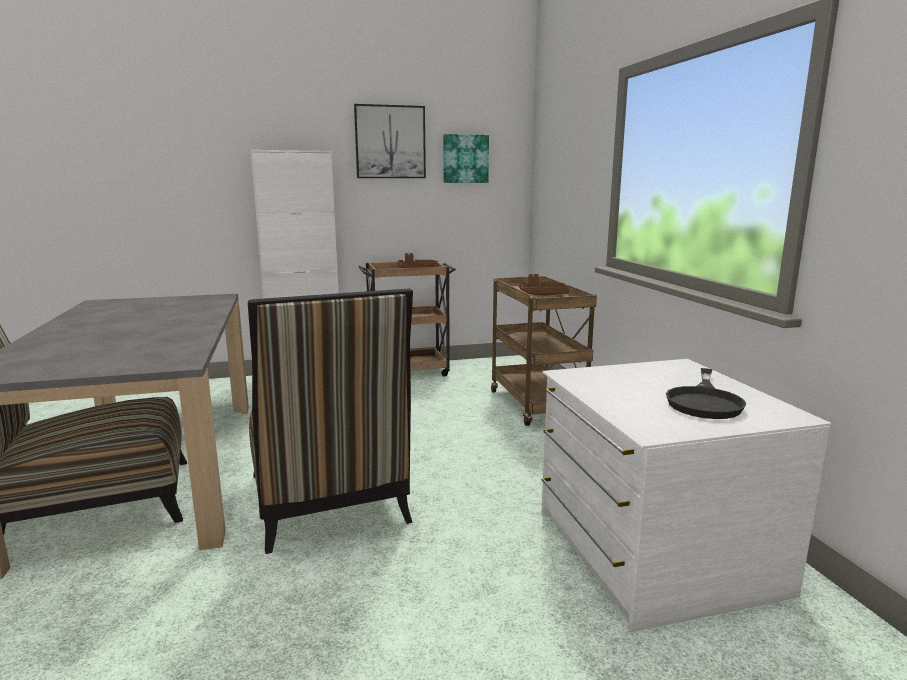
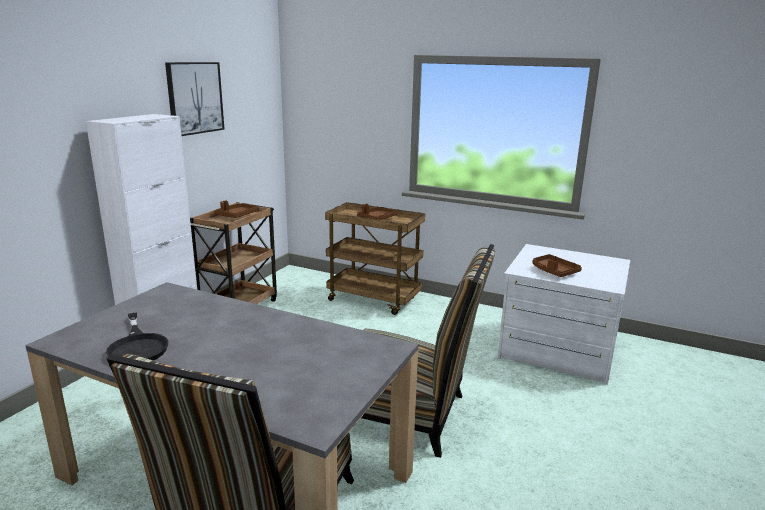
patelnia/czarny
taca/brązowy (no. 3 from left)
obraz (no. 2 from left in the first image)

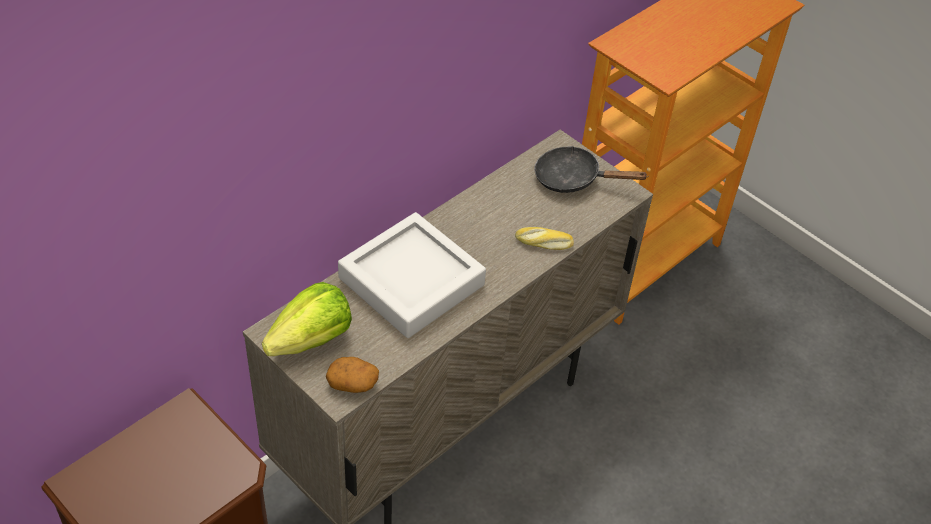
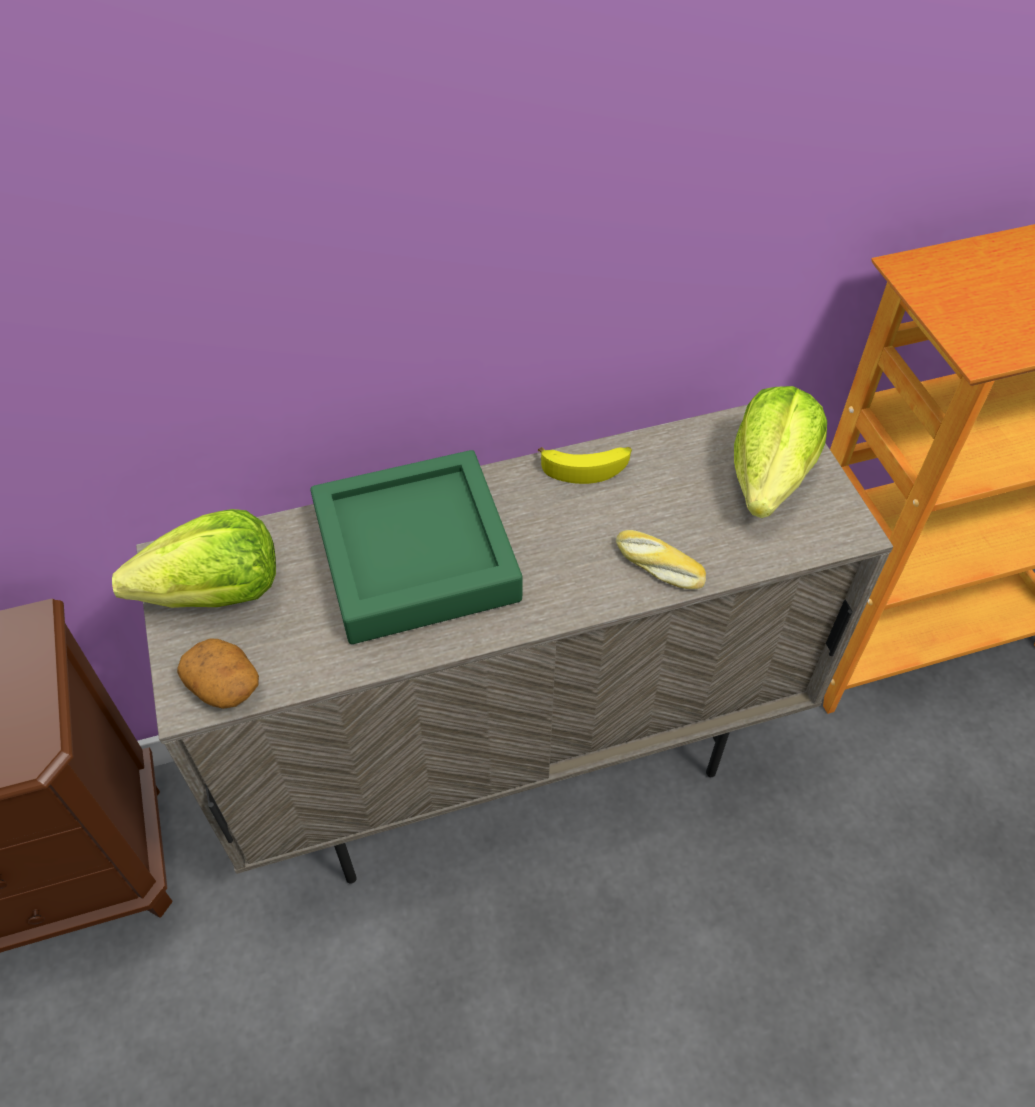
taca/zielony
banan
sałata (no. 2 from left)

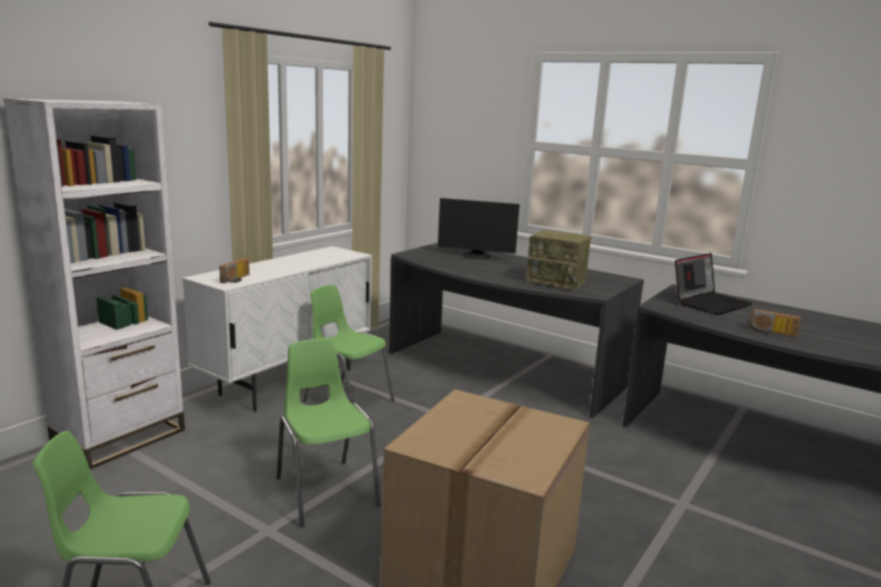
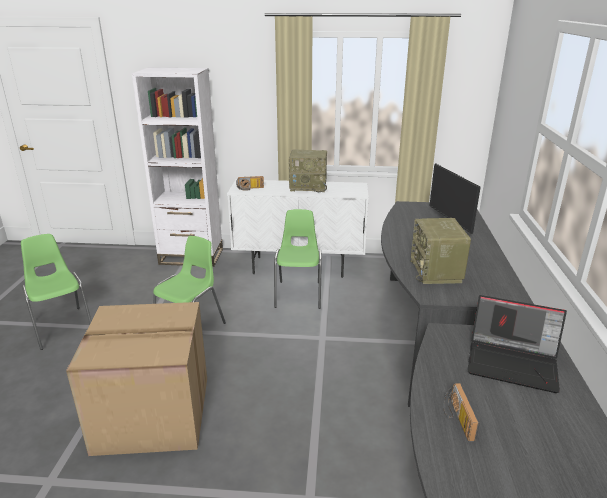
radio (no. 2 from left)

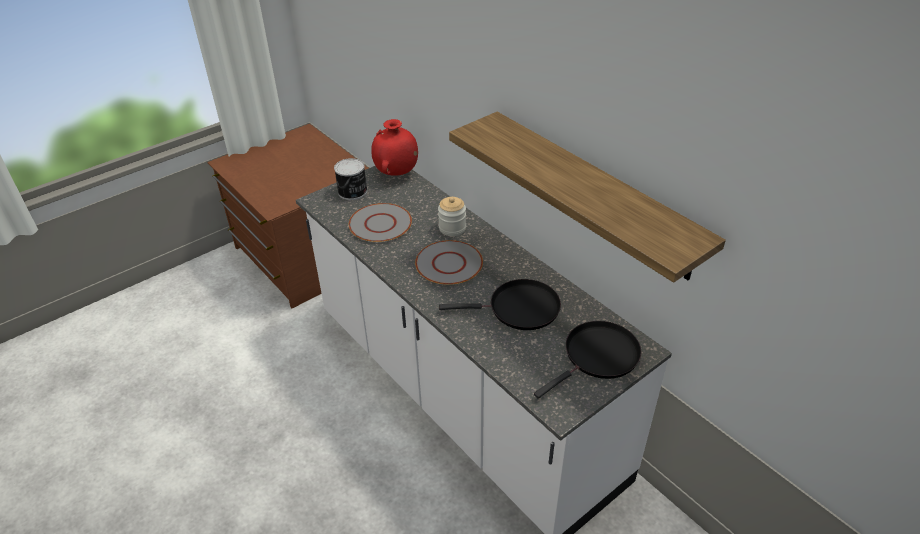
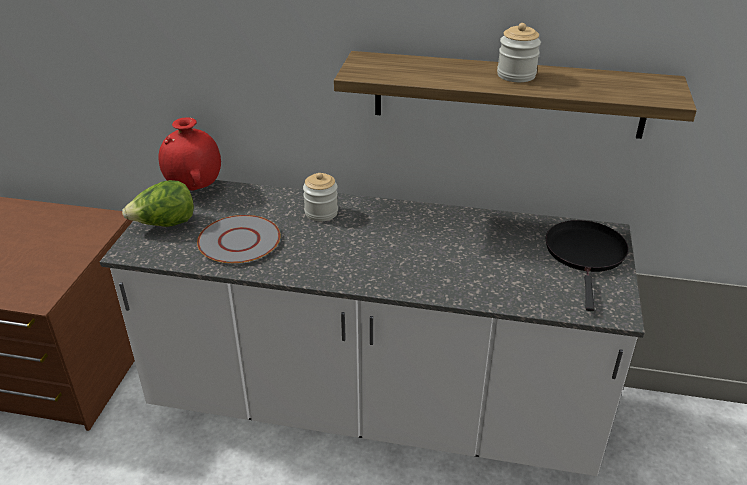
sałata
słoik (no. 2 from left)
talerz/szary (no. 2 from left in the first image)
patelnia/czarny (no. 1 from left in the first image)

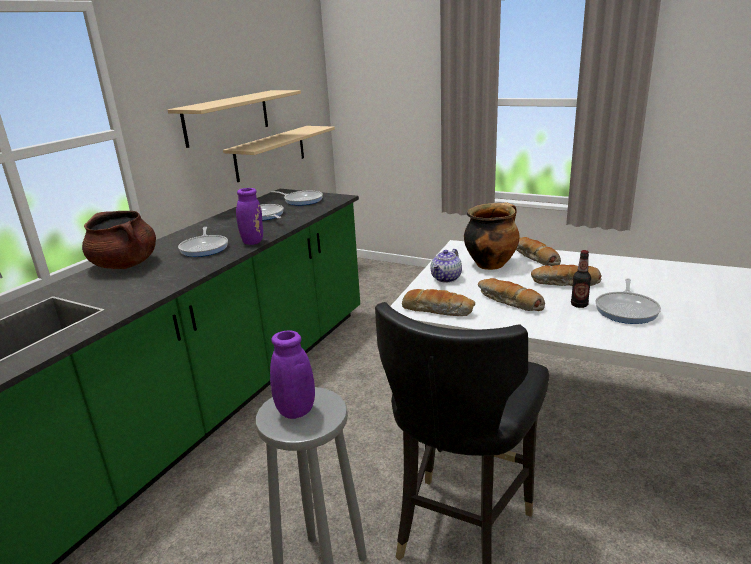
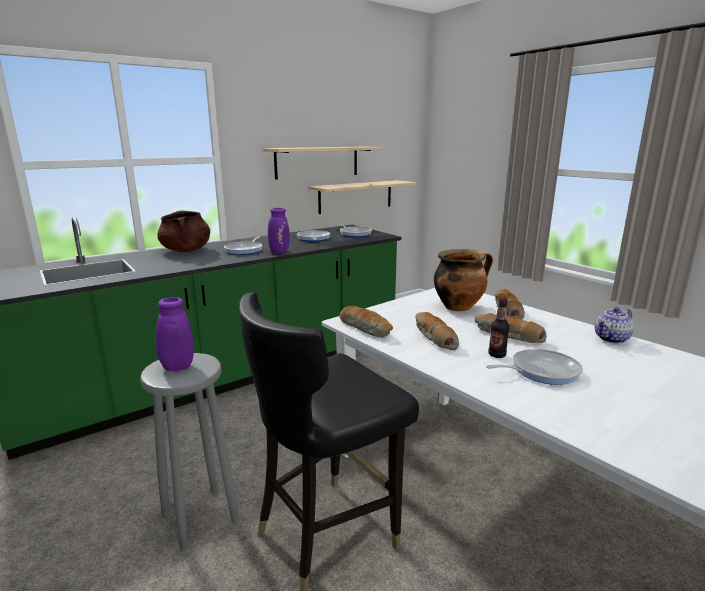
patelnia (no. 4 from left)
imbryk

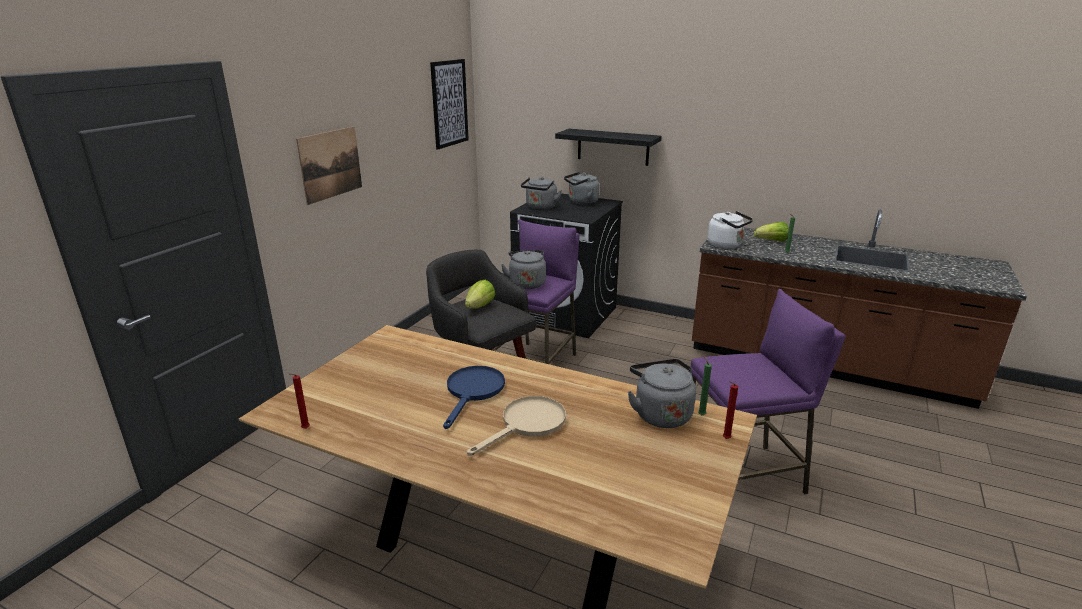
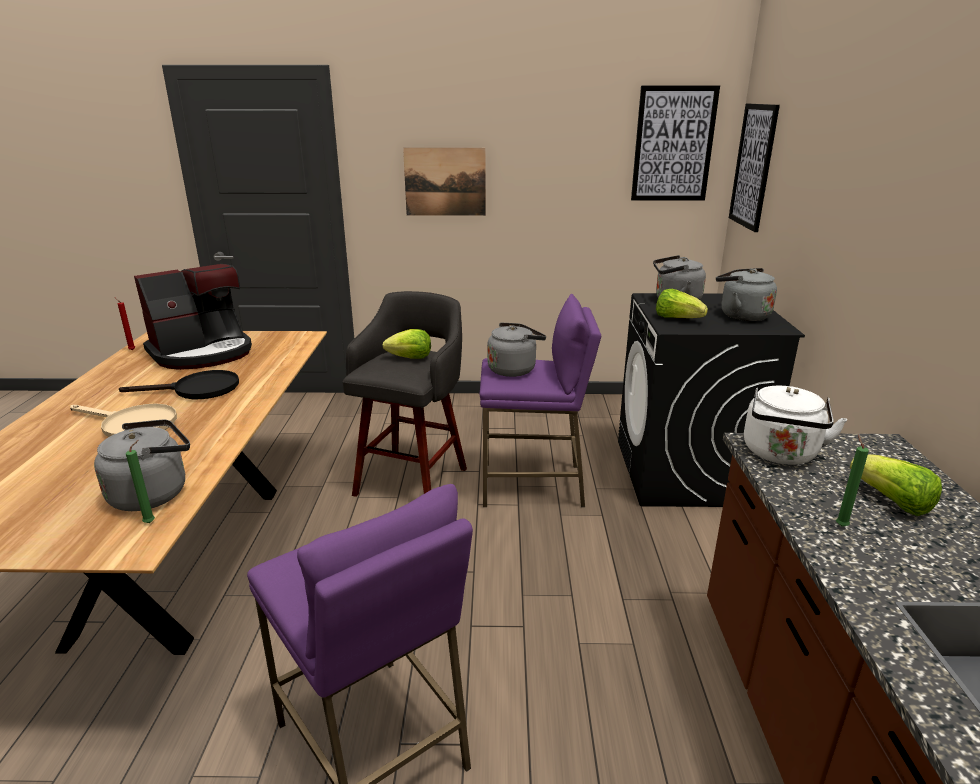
patelnia/czarny
ekspres do kawy
sałata (no. 2 from left)
obraz (no. 3 from left)
półka/czarny
świeca/czerwony (no. 2 from left in the first image)

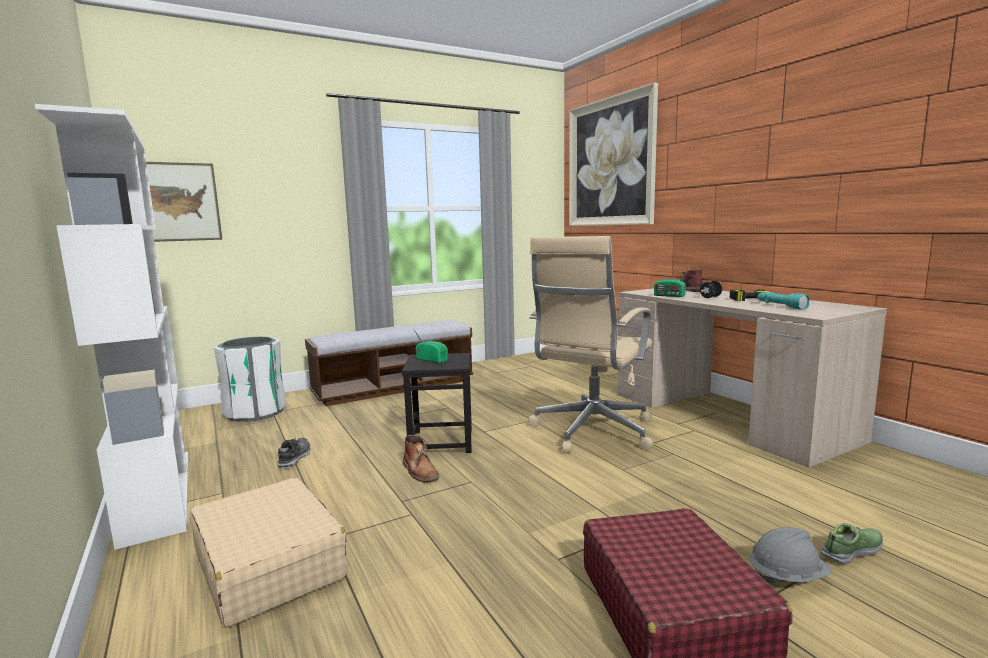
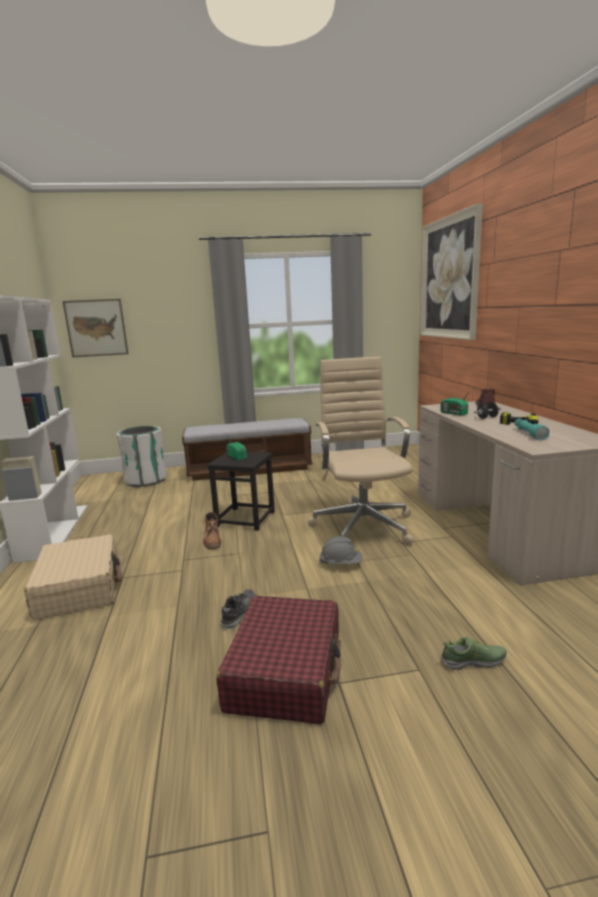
but (no. 1 from left)
krzesło biurowe/beżowy
kask/szary

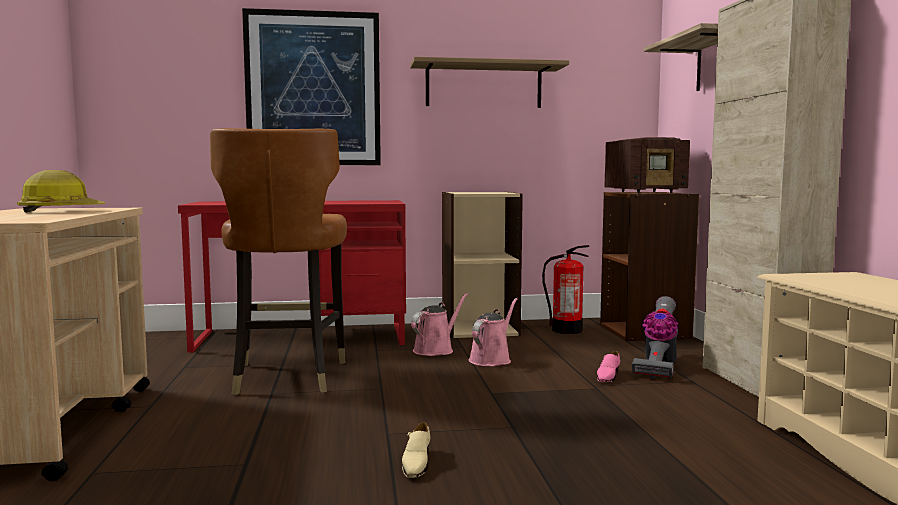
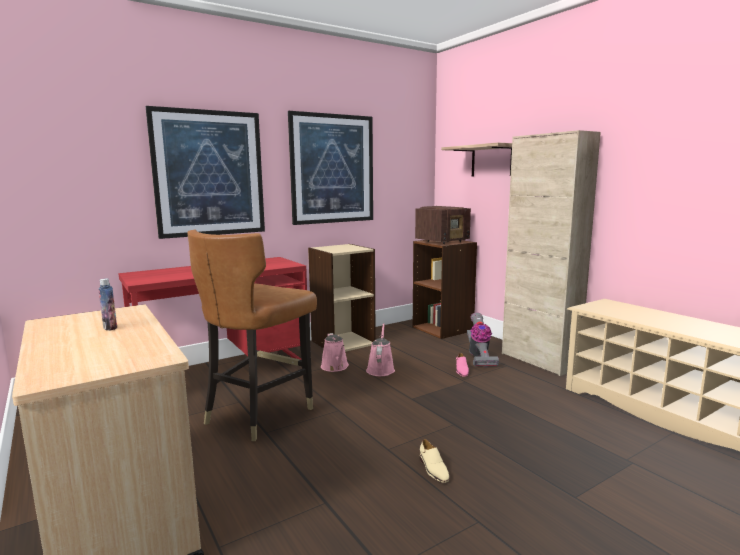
butelka
krzesło/brązowy
obraz (no. 2 from left)
konewka/różowy (no. 1 from left)
gaśnica

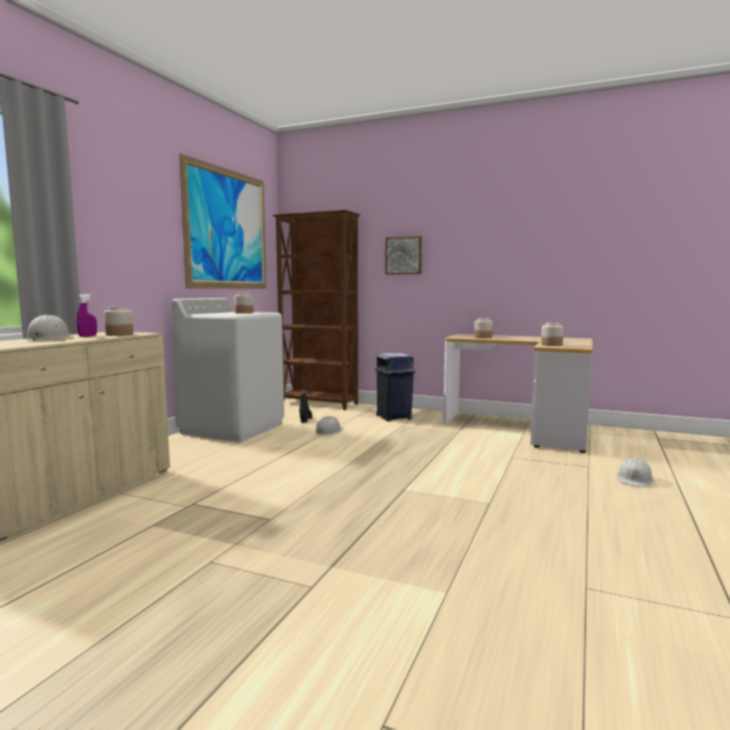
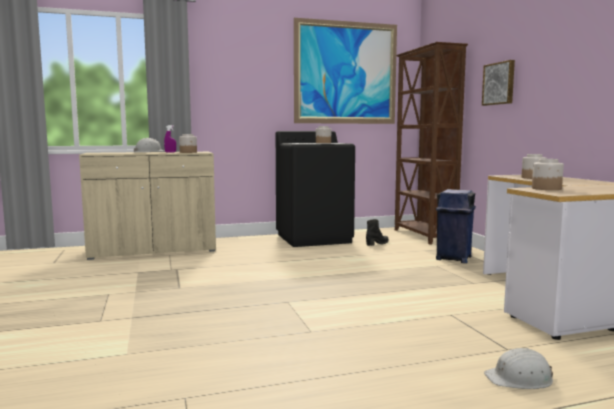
pralka/czarny
kask/biały (no. 2 from left in the first image)

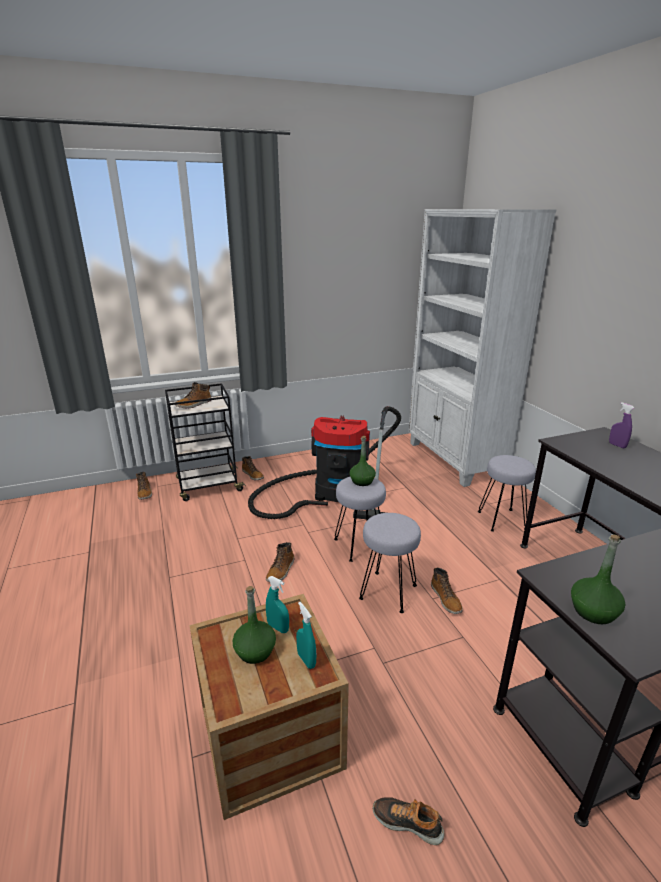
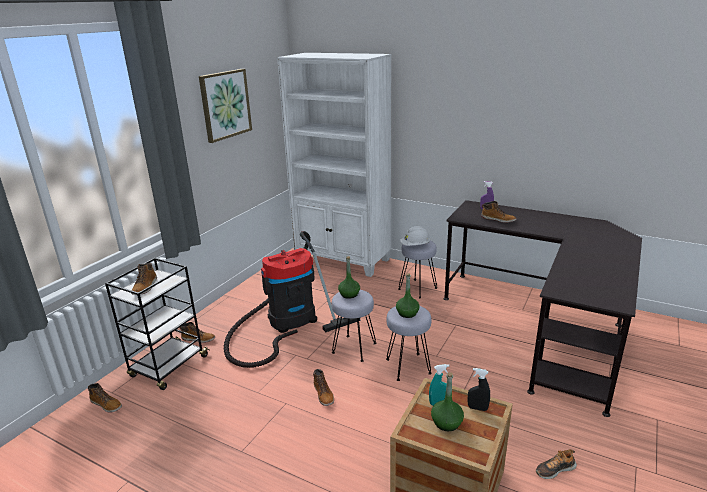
obraz
butelka/zielony (no. 2 from left)
kask/biały
spryskiwacz/czarny
but z cholewką (no. 5 from left)

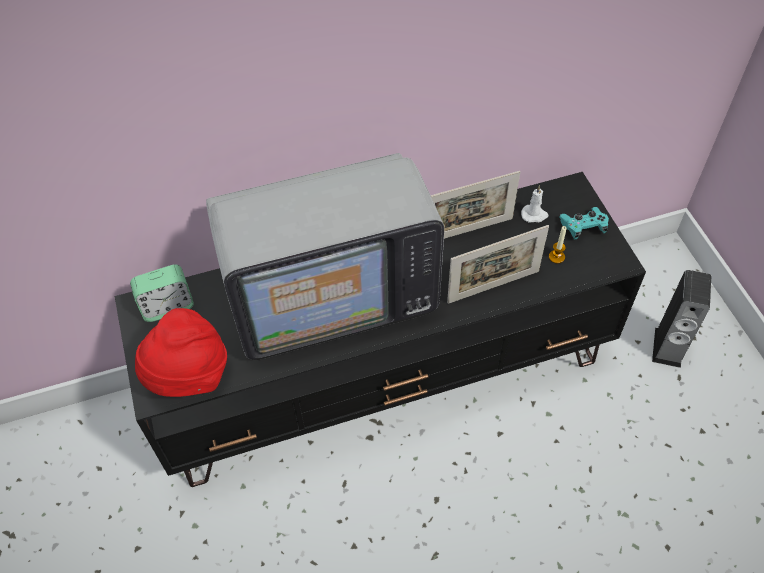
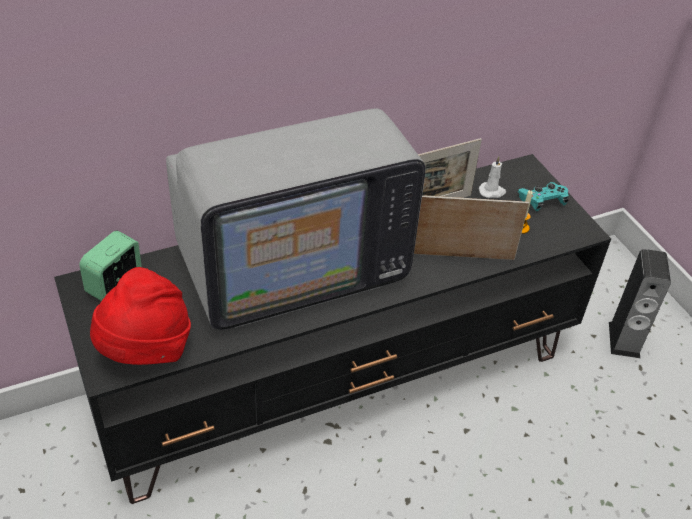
budzik
ramka na zdjęcie (no. 2 from left)

